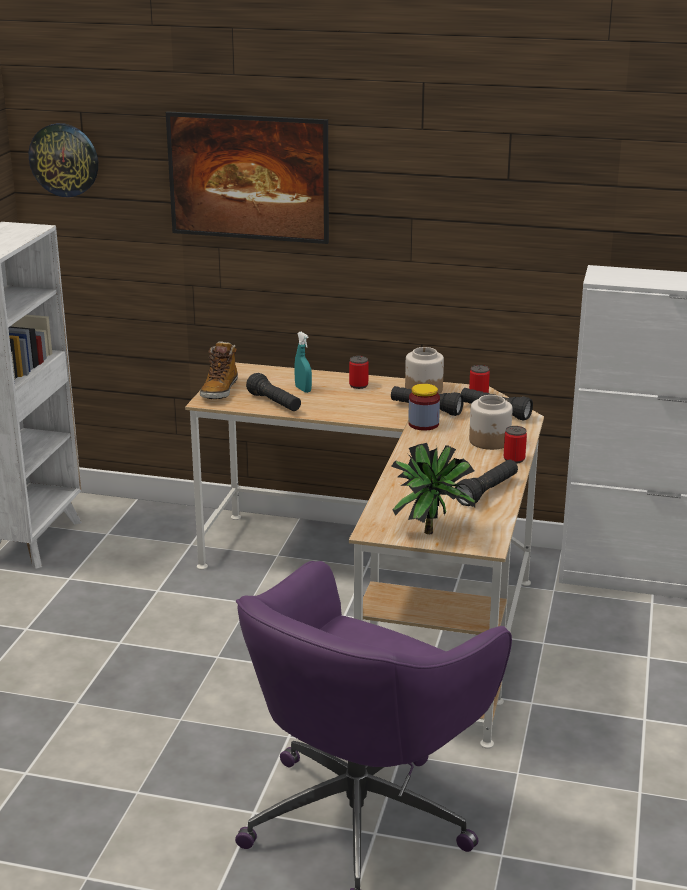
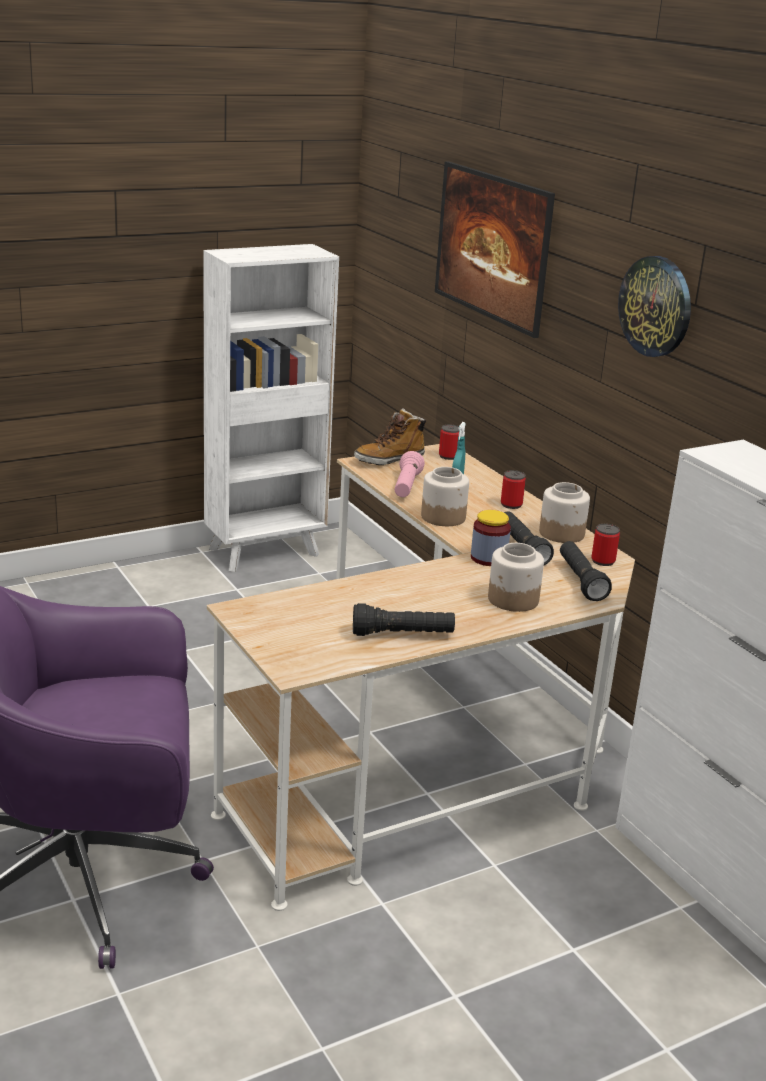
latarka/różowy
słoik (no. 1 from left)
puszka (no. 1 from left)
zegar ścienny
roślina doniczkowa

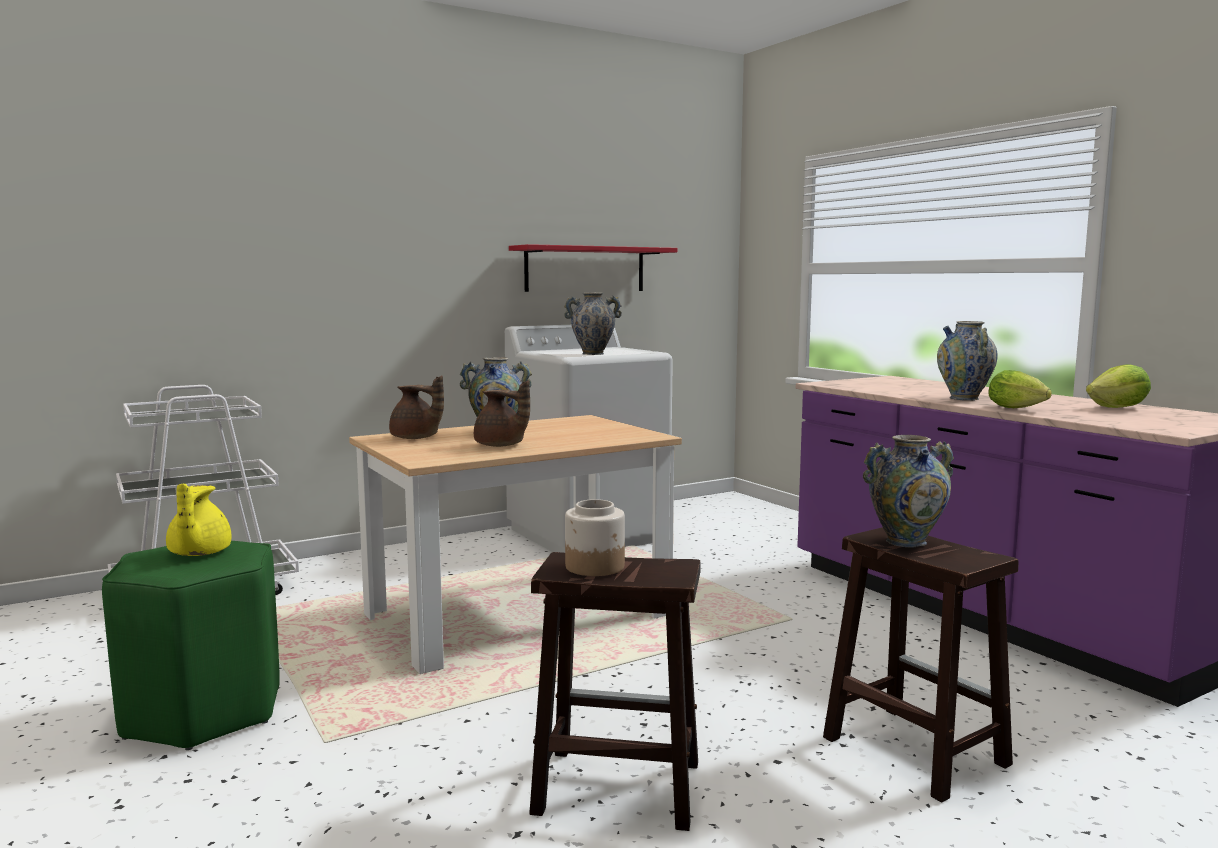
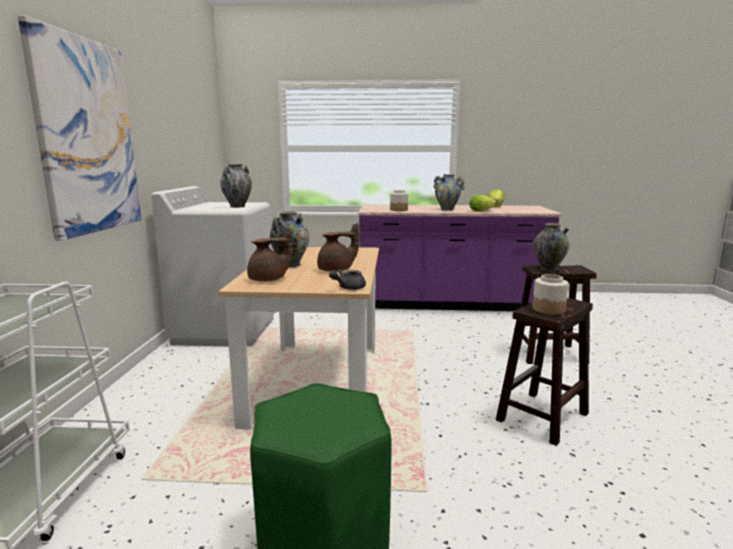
obraz
imbryk/szary
słoik (no. 1 from left)
imbryk/żółty
półka/czerwony

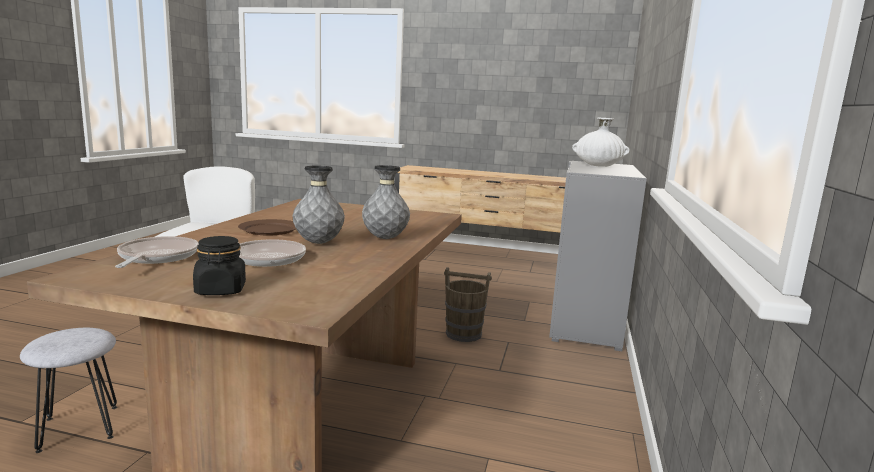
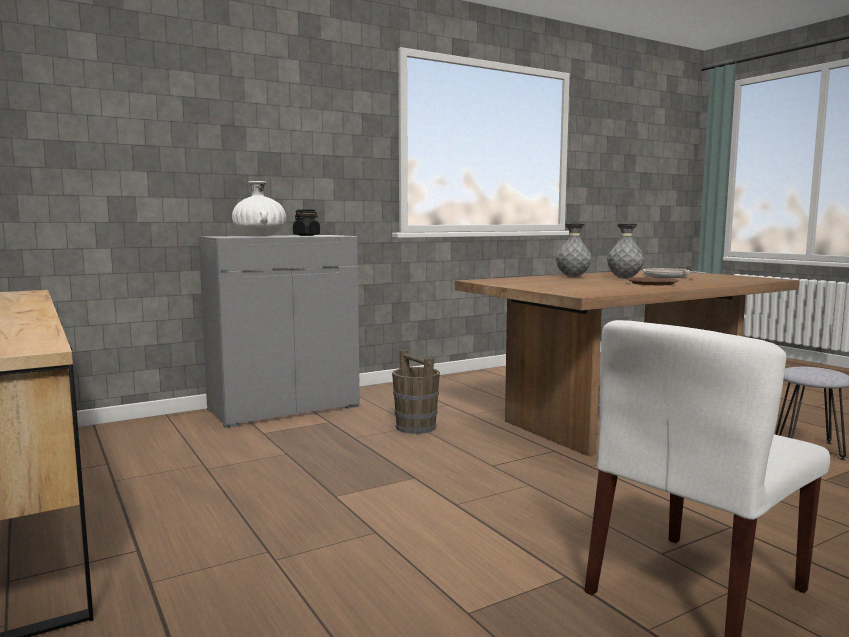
słoik/czarny
patelnia (no. 1 from left in the first image)

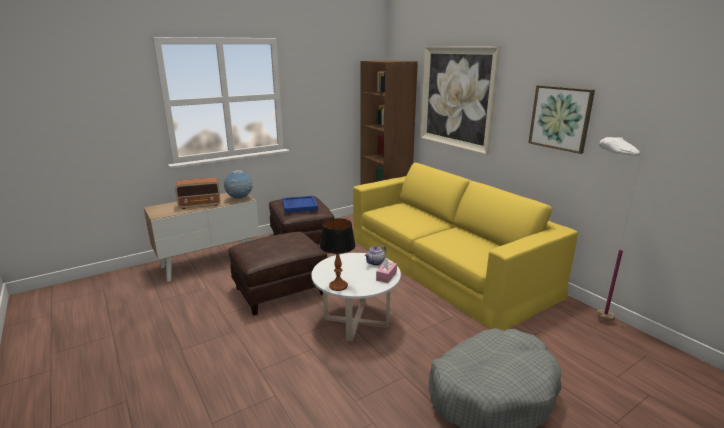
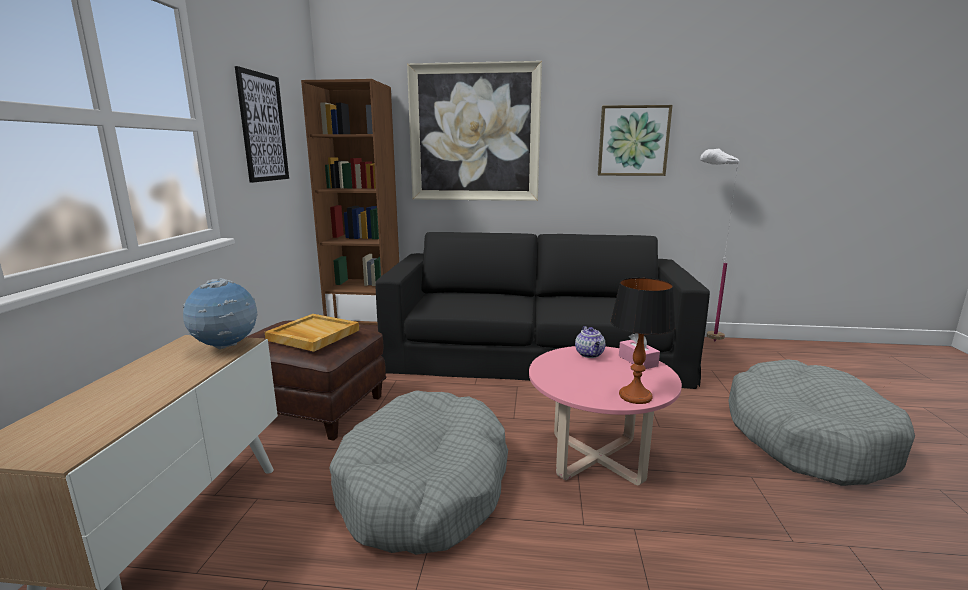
obraz (no. 1 from left)
taca/beżowy
legowisko/szary (no. 1 from left)
kanapa/czarny
ława/różowy
radio

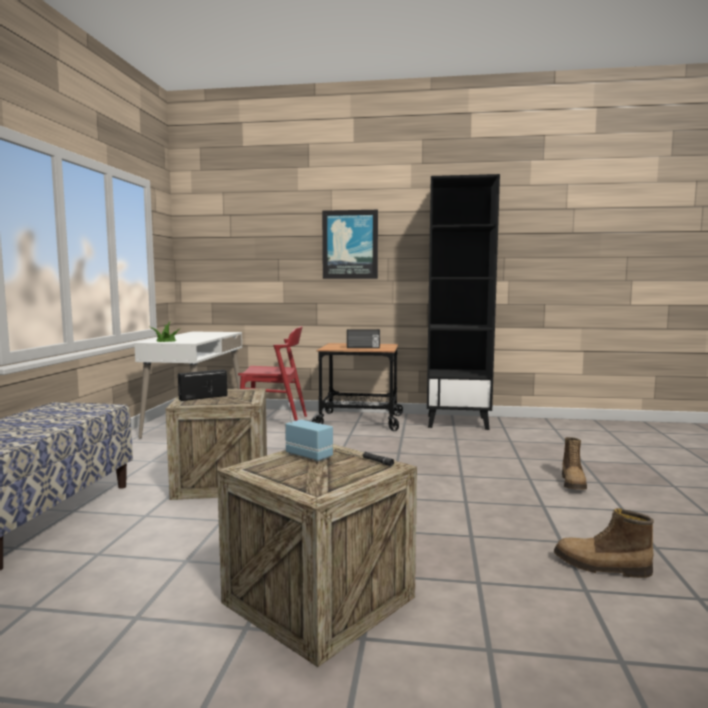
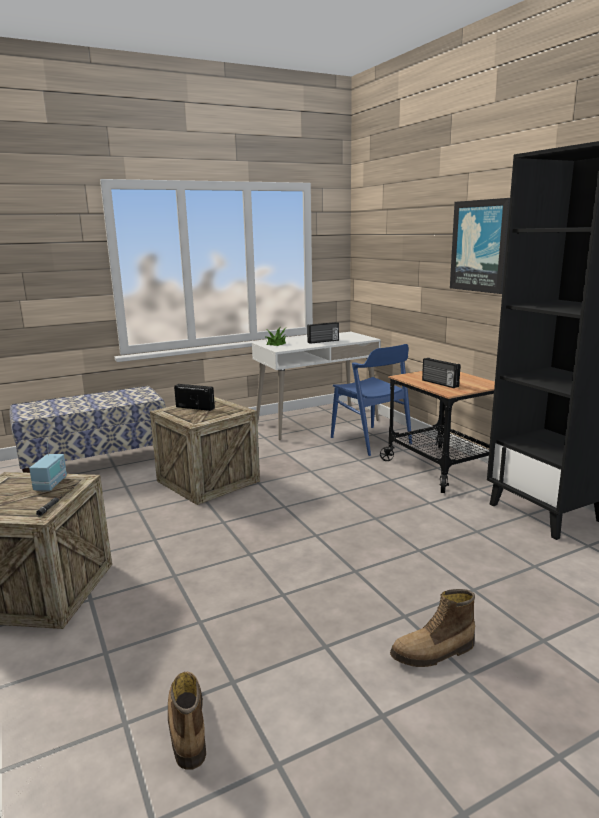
radio (no. 3 from left)
krzesło/niebieski

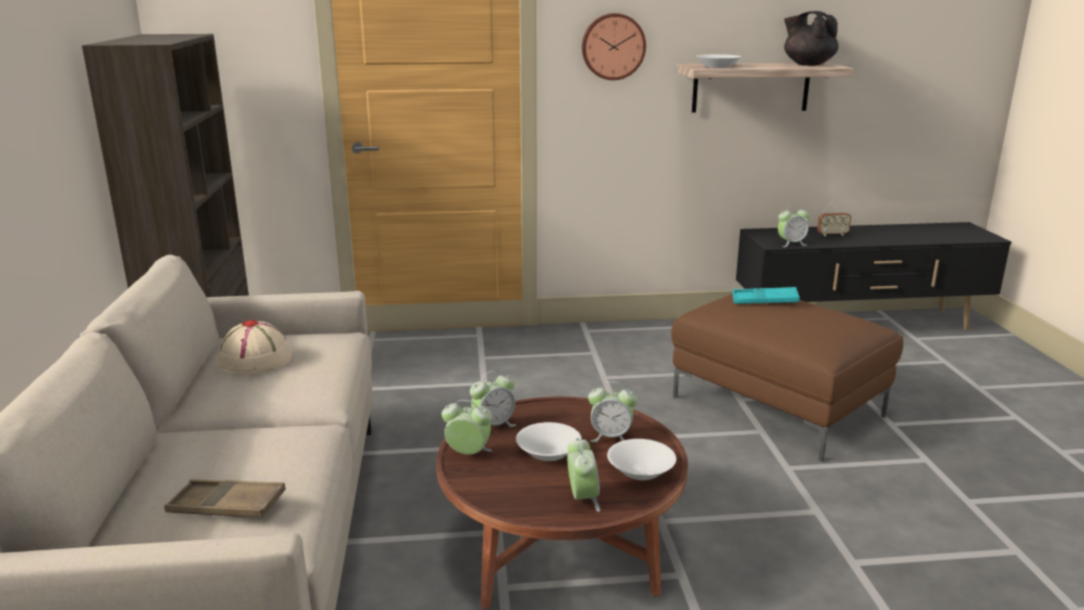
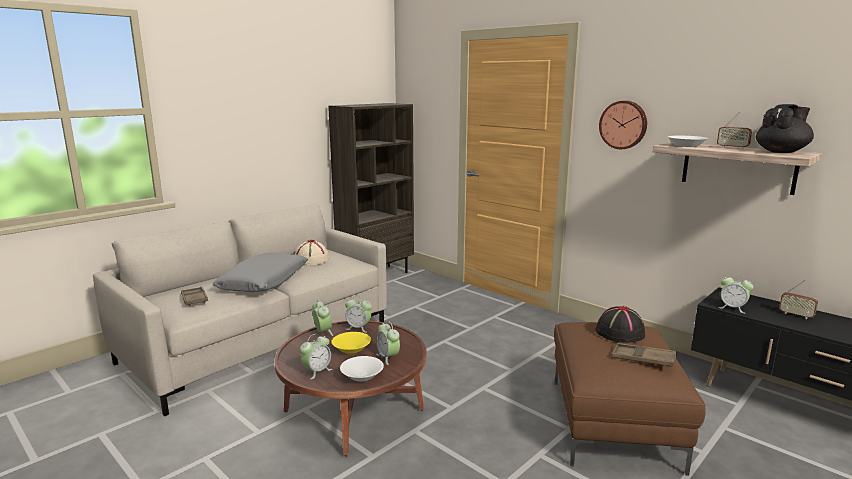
poduszka/szary
miska/żółty
kapelusz/czarny
taca/brązowy (no. 2 from left)
radio (no. 1 from left)
imbryk/czarny

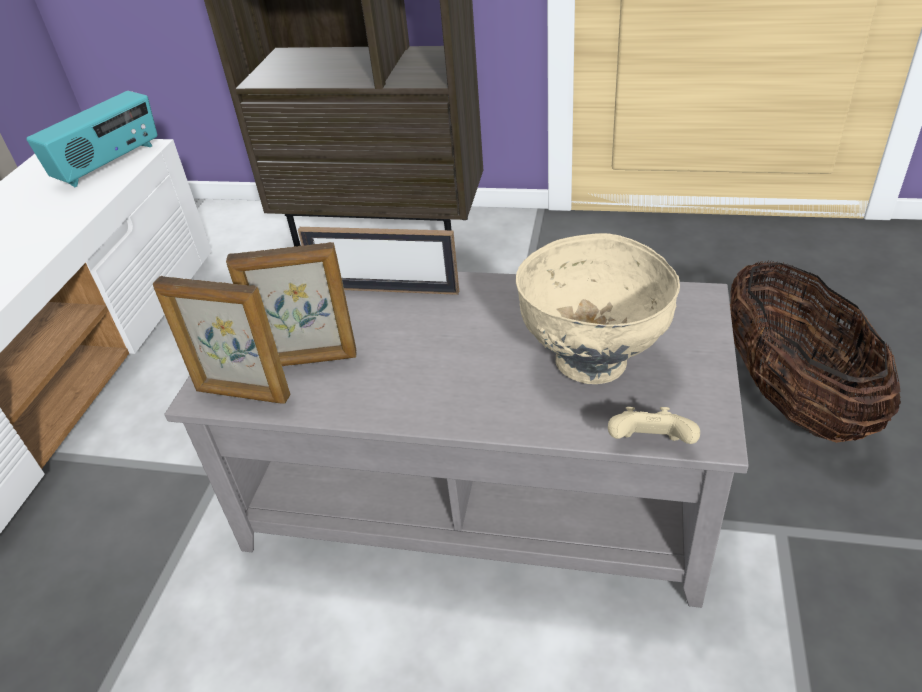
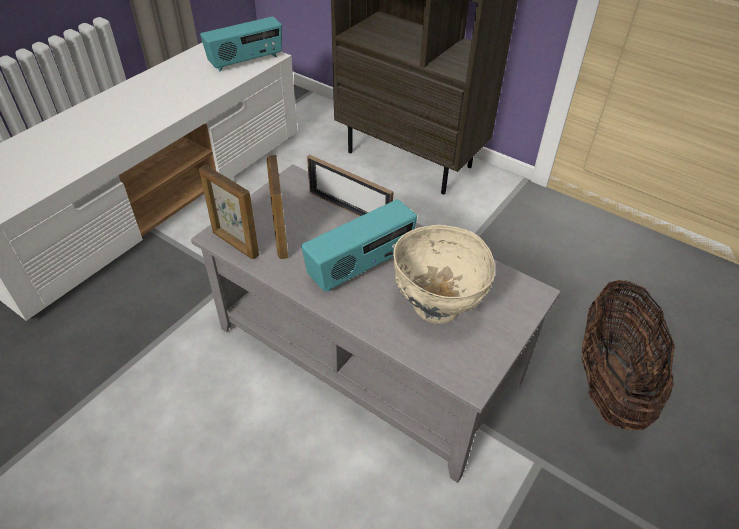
ramka na zdjęcie (no. 2 from left)
radio (no. 2 from left)
pad do gier/beżowy

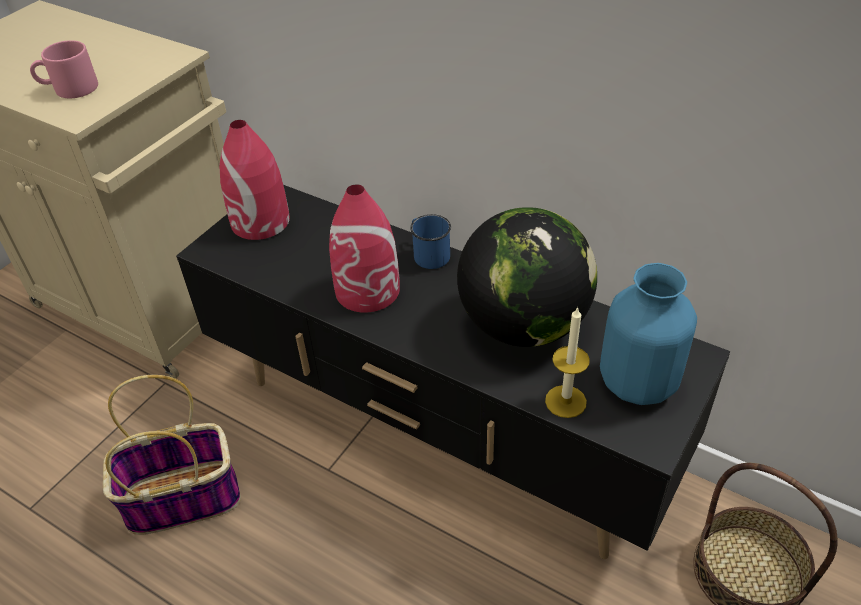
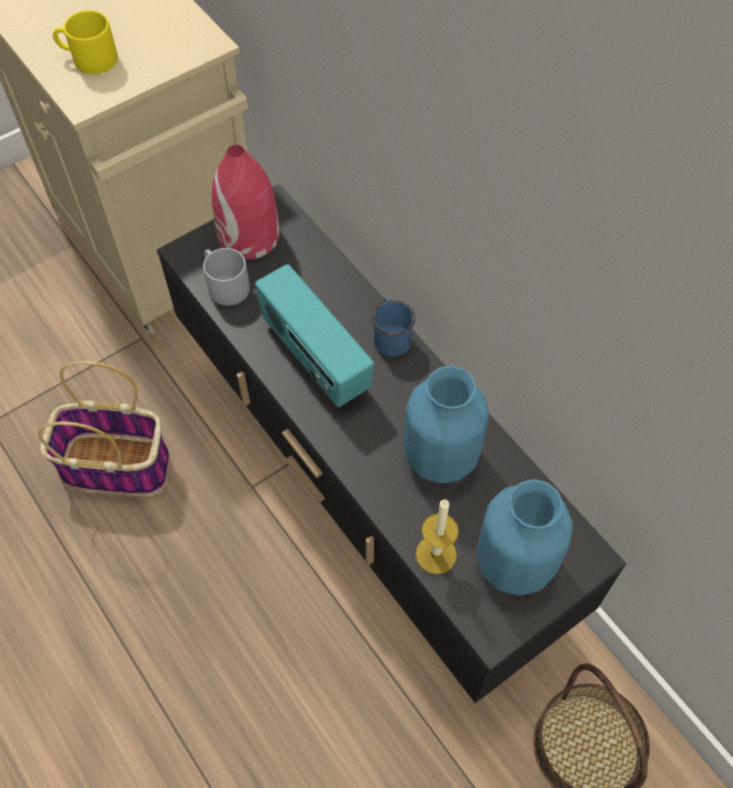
kubek/żółty
kubek/szary
radio
wazon/niebieski (no. 1 from left)

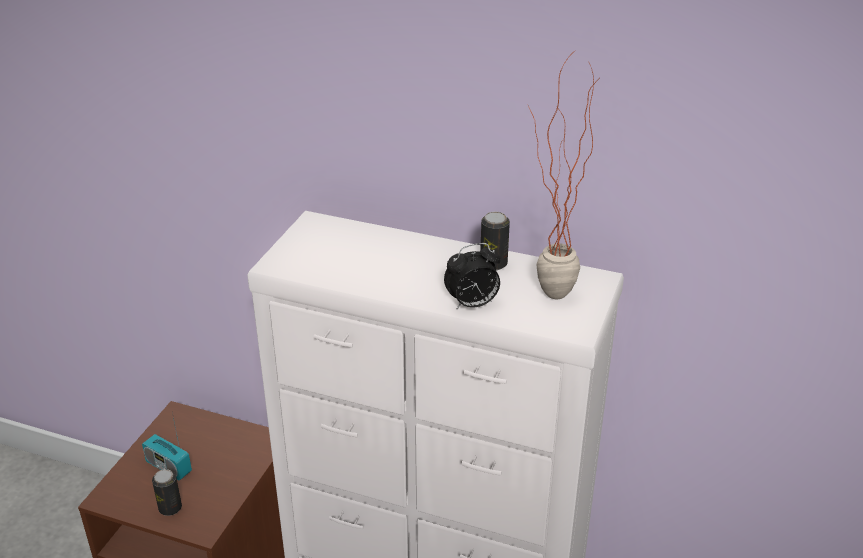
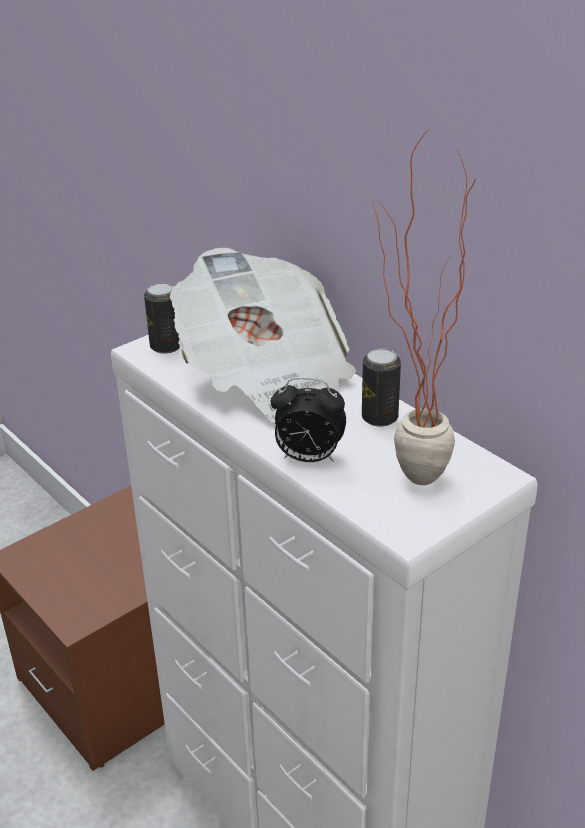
puszka (no. 1 from left)
gazeta
radio

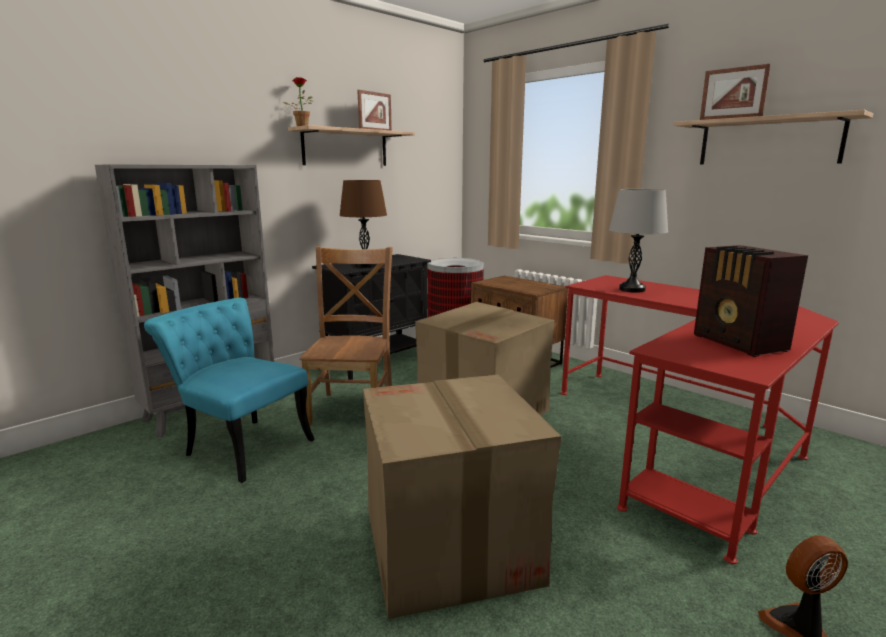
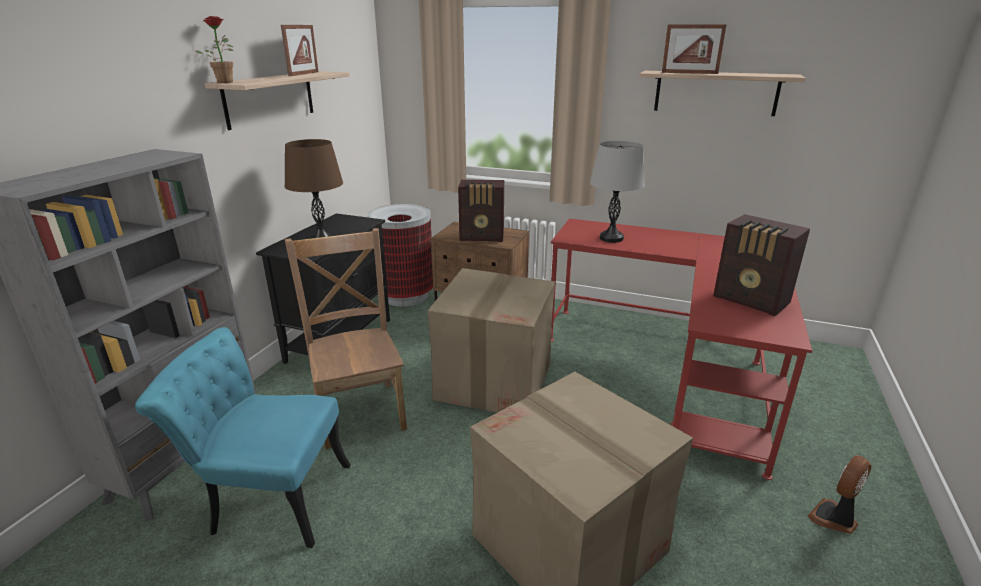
radio (no. 1 from left)

